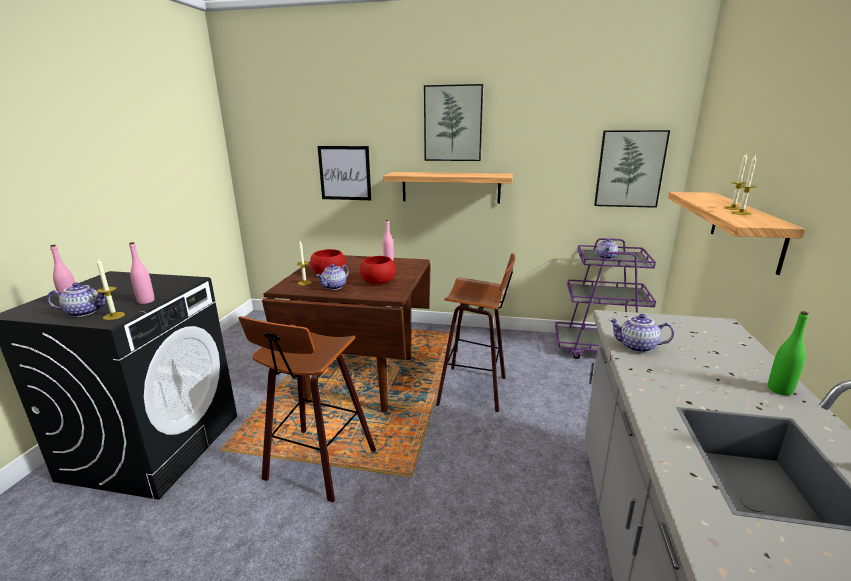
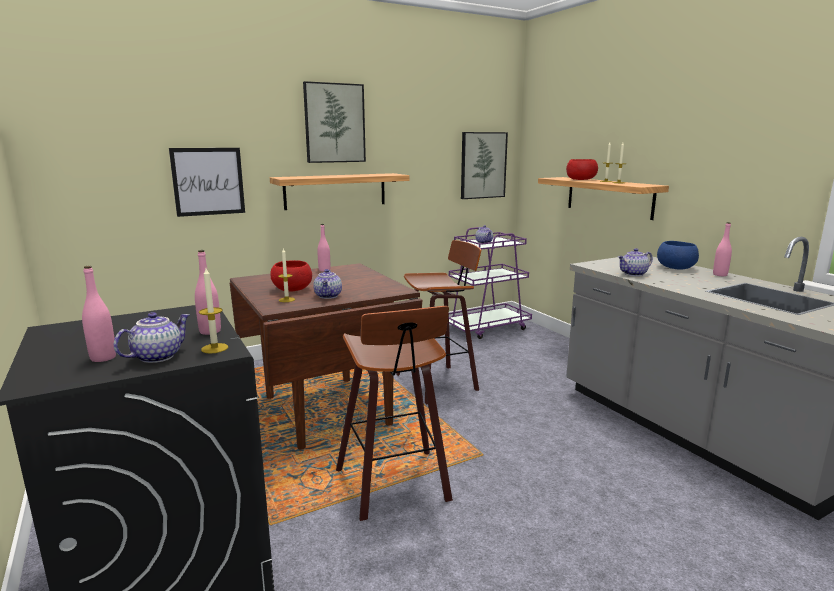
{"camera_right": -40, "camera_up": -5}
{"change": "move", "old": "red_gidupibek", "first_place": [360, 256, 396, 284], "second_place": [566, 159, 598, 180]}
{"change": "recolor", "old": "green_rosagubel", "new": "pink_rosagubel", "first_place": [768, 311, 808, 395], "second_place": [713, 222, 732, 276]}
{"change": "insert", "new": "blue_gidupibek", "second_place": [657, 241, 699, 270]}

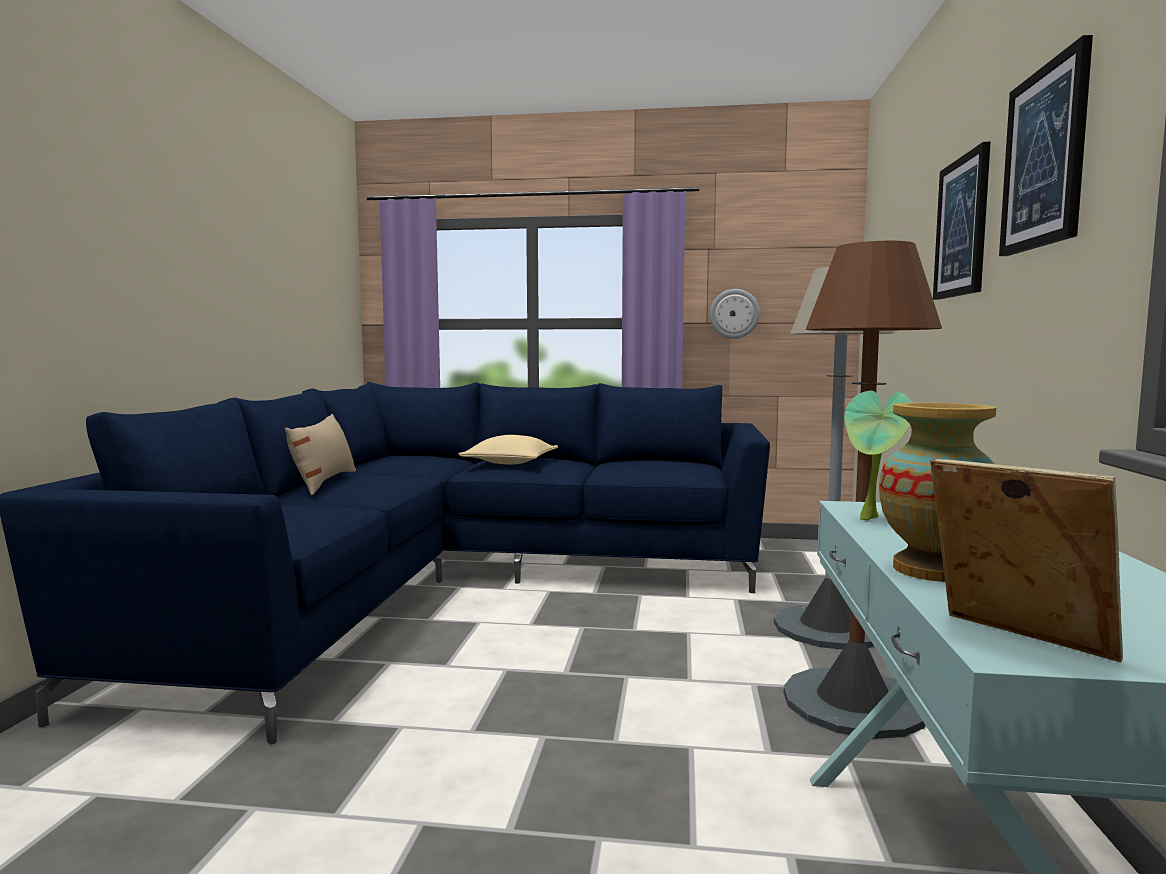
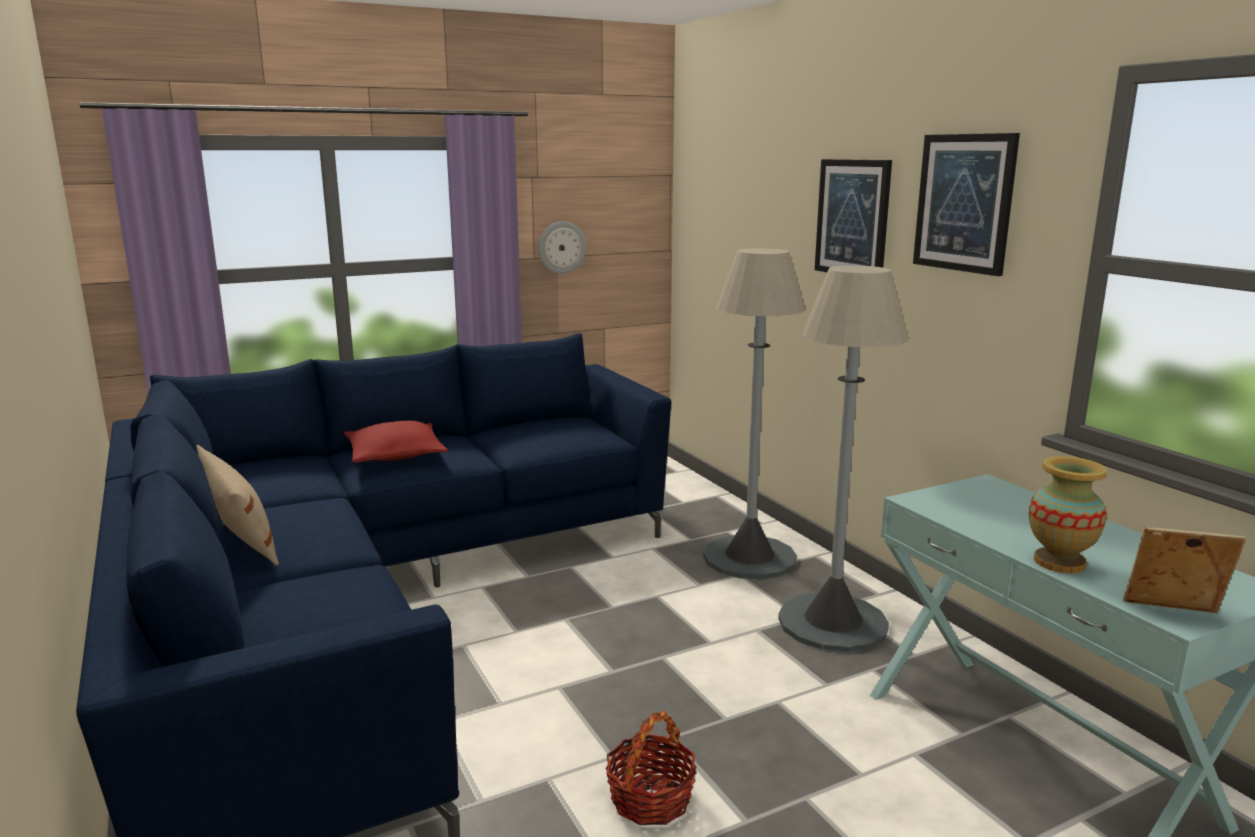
{"camera_right": -35, "camera_up": 10}
{"change": "recolor", "old": "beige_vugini", "new": "red_vugini", "first_place": [459, 435, 558, 464], "second_place": [344, 421, 448, 463]}
{"change": "recolor", "old": "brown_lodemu", "new": "grey_lodemu", "first_place": [784, 241, 942, 739], "second_place": [778, 266, 908, 652]}
{"change": "delete", "old": "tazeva", "first_place": [844, 391, 912, 521]}
{"change": "insert", "new": "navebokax", "second_place": [605, 711, 697, 825]}

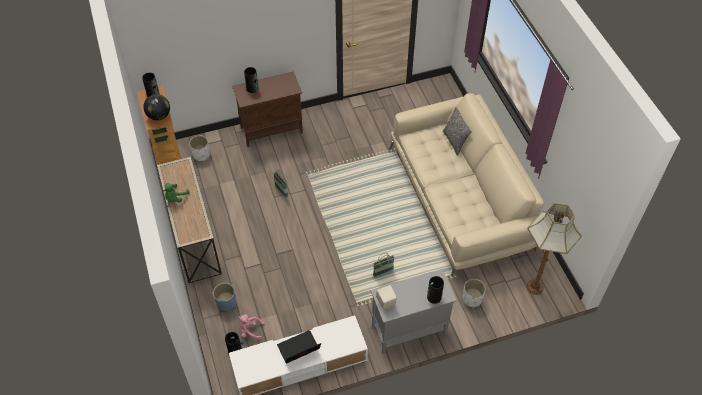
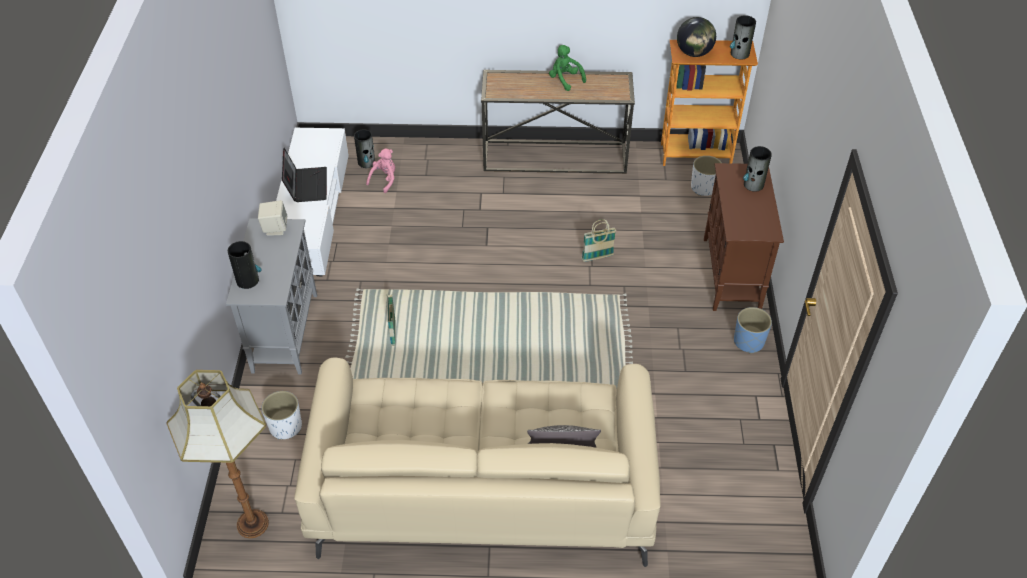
{"camera_right": 110, "camera_up": -5}
{"change": "move", "old": "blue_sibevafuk", "first_place": [213, 283, 236, 311], "second_place": [734, 307, 772, 354]}

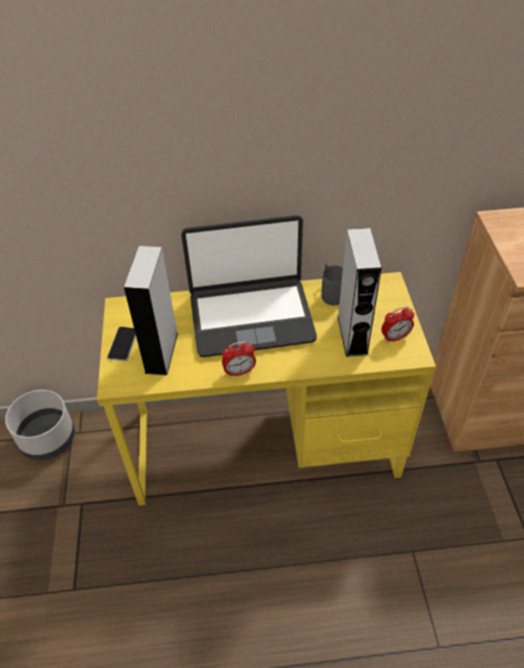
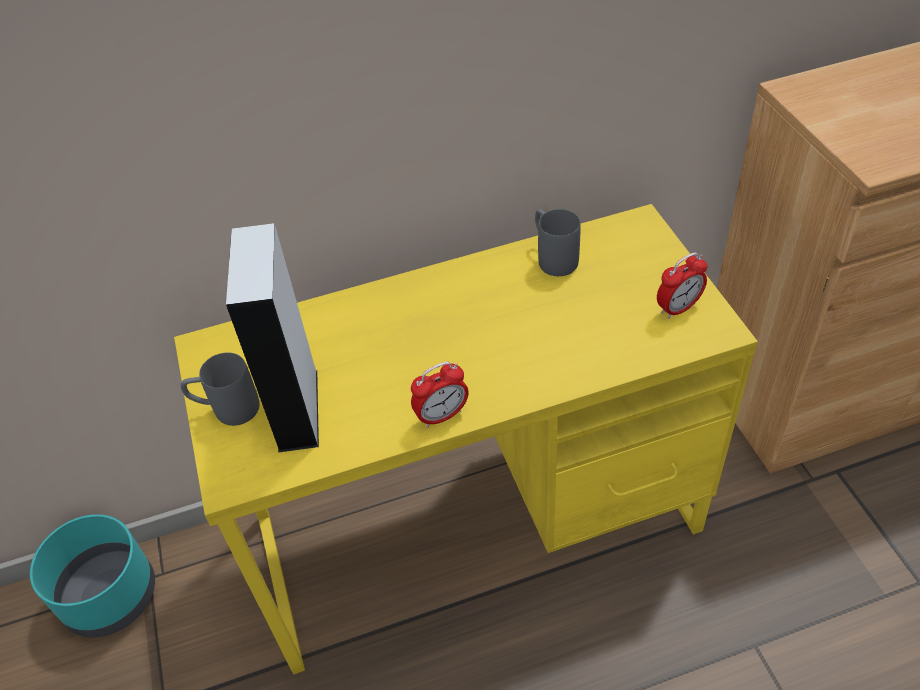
{"camera_right": -10, "camera_up": 0}
{"change": "recolor", "old": "grey_sibevafuk", "new": "turquoise_sibevafuk", "first_place": [5, 390, 75, 460], "second_place": [30, 514, 155, 637]}
{"change": "replace", "old": "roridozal", "new": "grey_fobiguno", "first_place": [107, 327, 136, 361], "second_place": [181, 352, 260, 426]}
{"change": "delete", "old": "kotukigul", "first_place": [181, 215, 317, 357]}
{"change": "delete", "old": "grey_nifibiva", "first_place": [338, 228, 382, 357]}

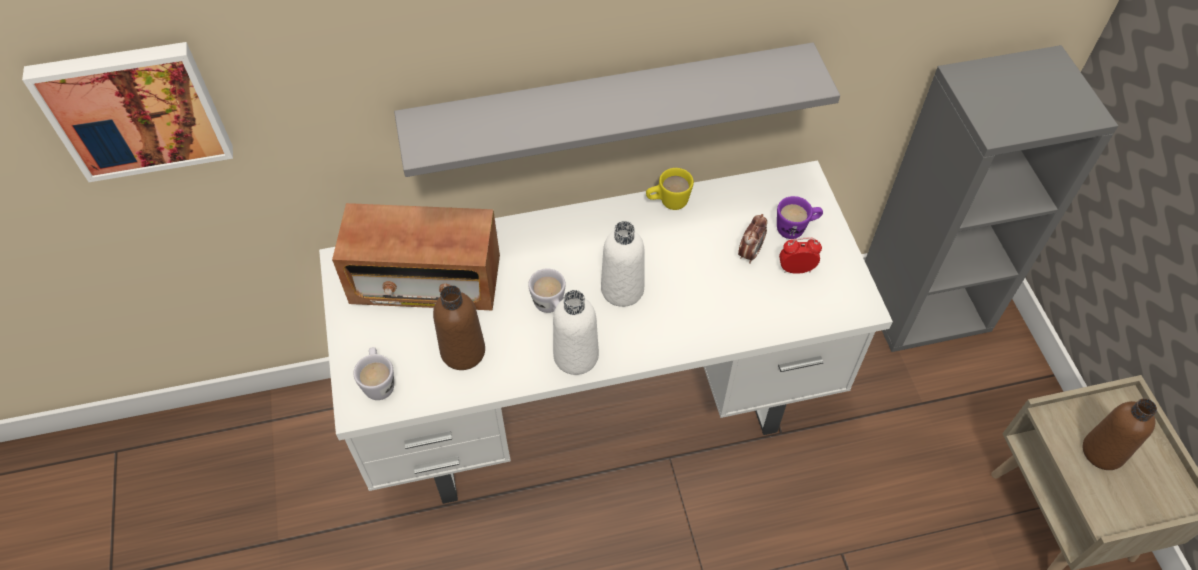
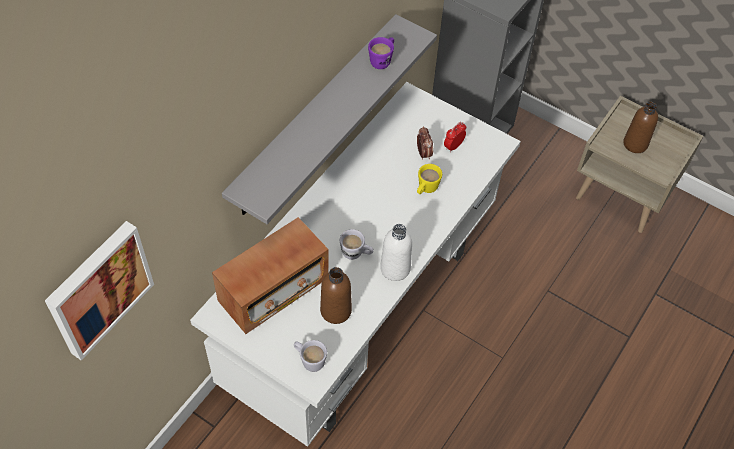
{"camera_right": -45, "camera_up": 0}
{"change": "delete", "old": "white_rosagubel", "first_place": [601, 221, 645, 307]}
{"change": "move", "old": "yellow_fobiguno", "first_place": [646, 168, 694, 210], "second_place": [417, 164, 442, 194]}
{"change": "move", "old": "purple_fobiguno", "first_place": [777, 196, 823, 239], "second_place": [368, 37, 394, 69]}

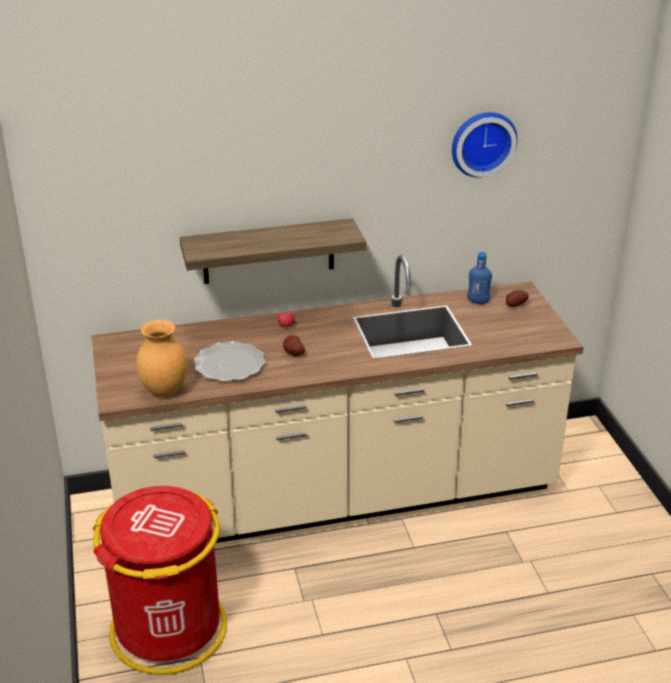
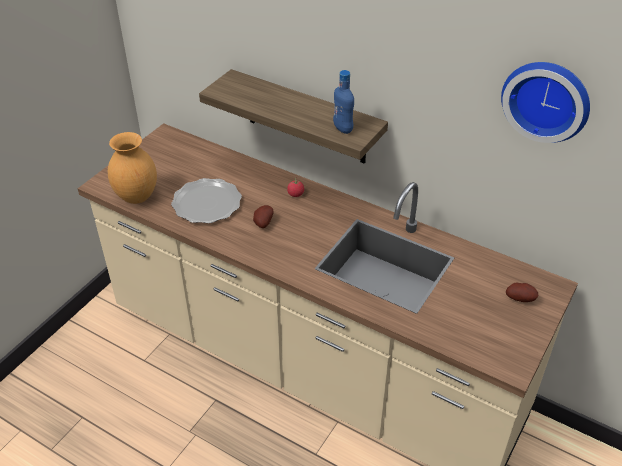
{"camera_right": 45, "camera_up": 10}
{"change": "delete", "old": "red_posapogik", "first_place": [92, 486, 227, 675]}
{"change": "move", "old": "blue_rosagubel", "first_place": [467, 252, 492, 304], "second_place": [333, 70, 354, 134]}

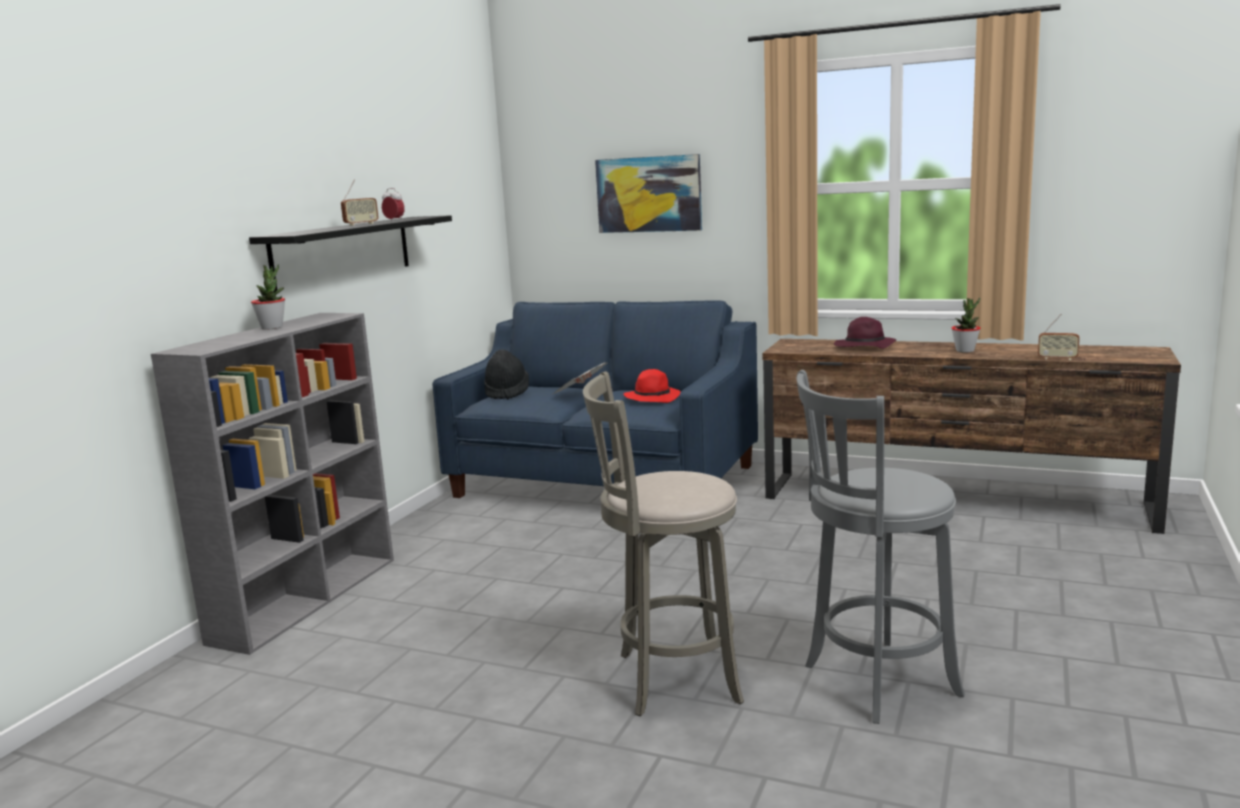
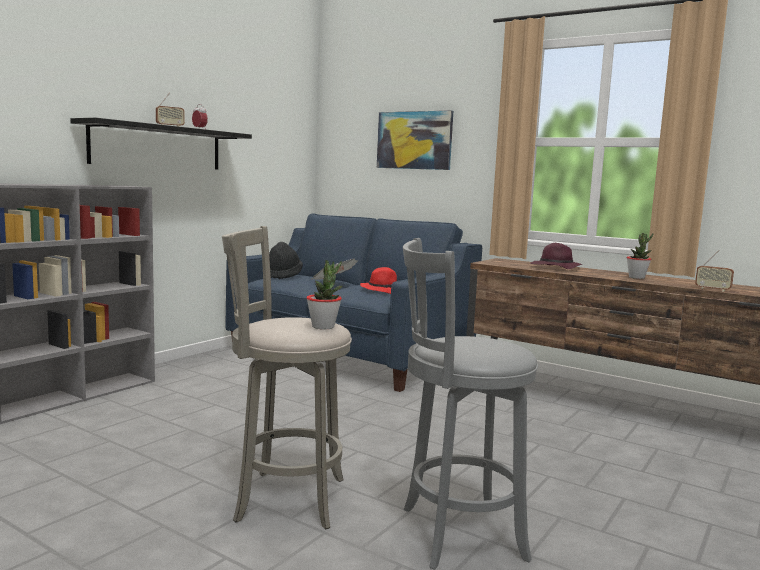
{"camera_right": 10, "camera_up": -5}
{"change": "move", "old": "tazeva", "first_place": [251, 265, 285, 330], "second_place": [307, 260, 343, 329]}

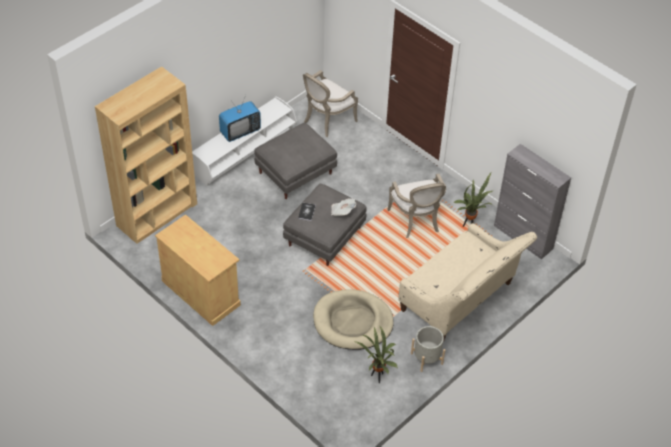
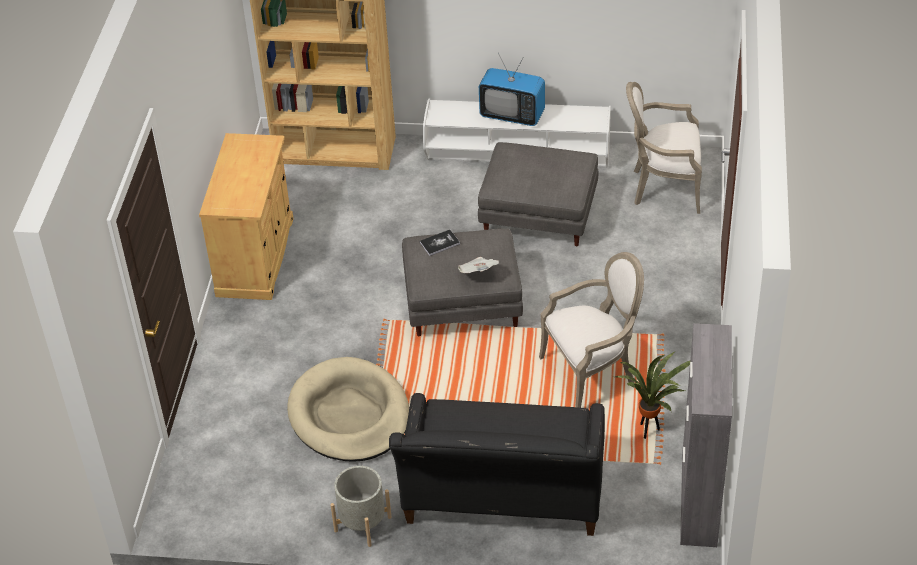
{"camera_right": 55, "camera_up": -5}
{"change": "delete", "old": "tazeva", "first_place": [356, 326, 398, 383]}
{"change": "rotate", "old": "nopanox", "first_place": [387, 174, 446, 238], "second_place": [539, 252, 644, 408], "degrees": -150}
{"change": "recolor", "old": "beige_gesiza", "new": "black_gesiza", "first_place": [398, 223, 537, 341], "second_place": [389, 393, 605, 536]}

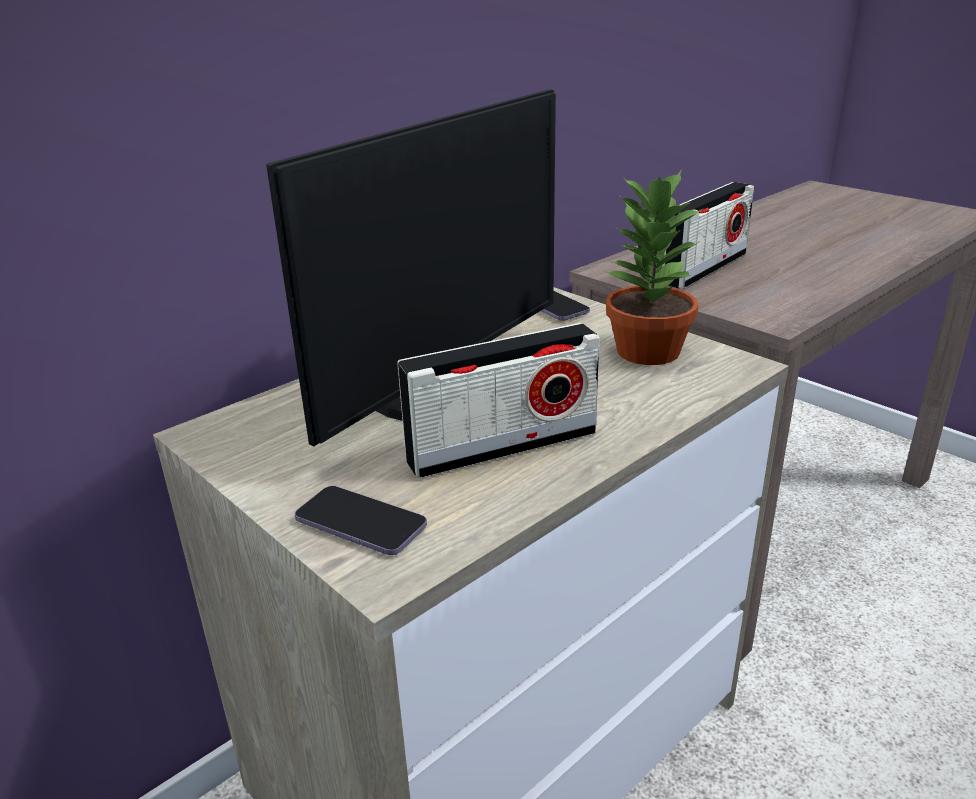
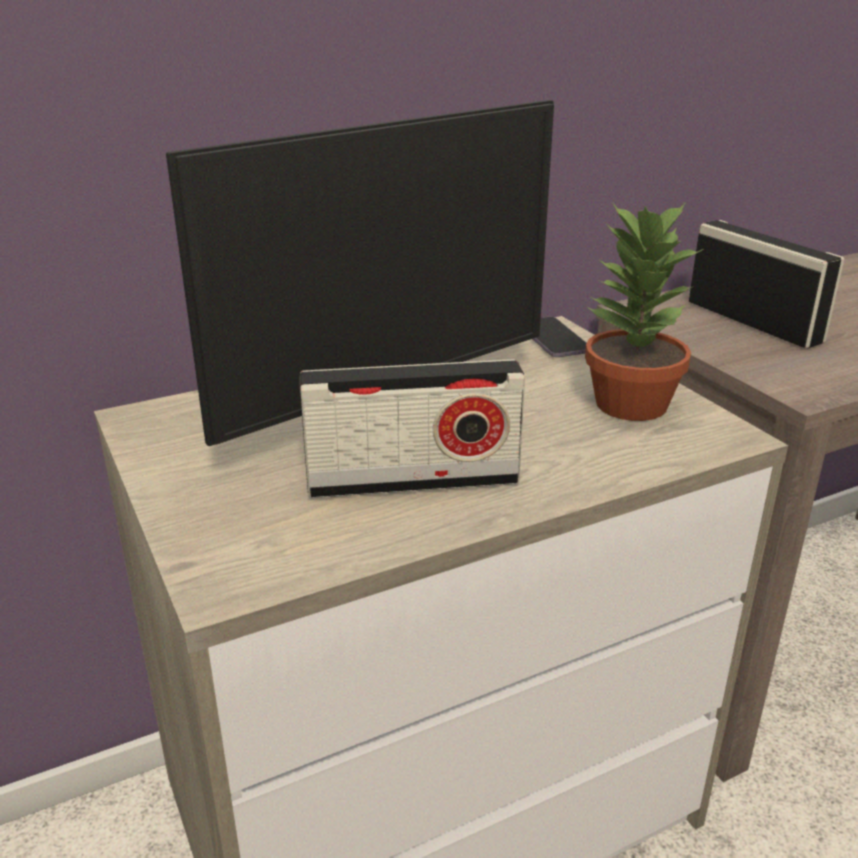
{"camera_right": 15, "camera_up": 0}
{"change": "delete", "old": "roridozal", "first_place": [295, 486, 427, 555]}
{"change": "rotate", "old": "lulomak", "first_place": [661, 182, 754, 289], "second_place": [689, 220, 844, 349], "degrees": -90}

